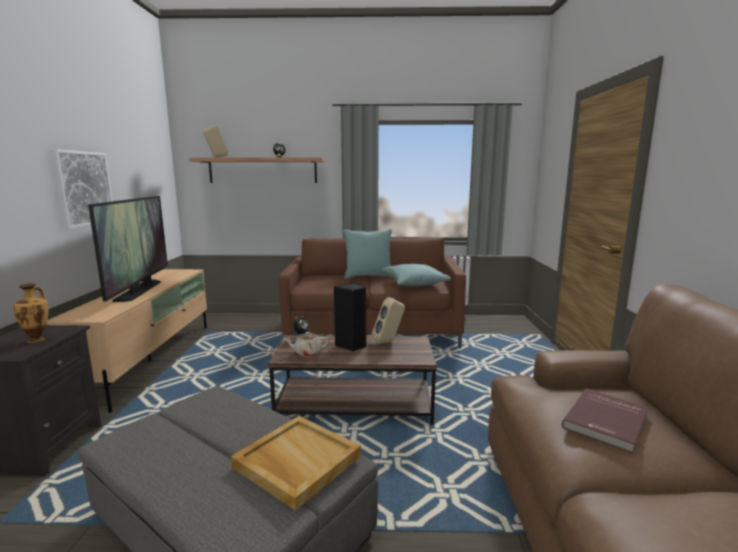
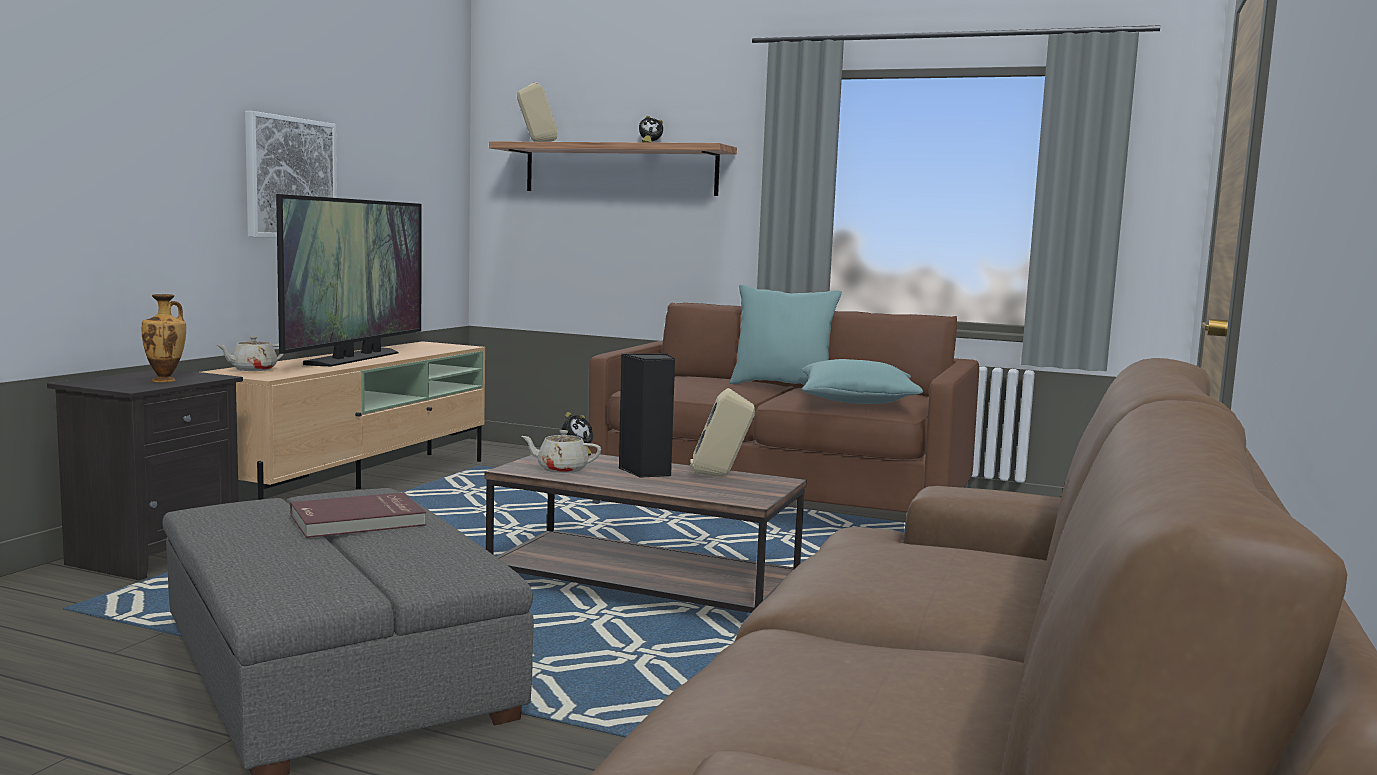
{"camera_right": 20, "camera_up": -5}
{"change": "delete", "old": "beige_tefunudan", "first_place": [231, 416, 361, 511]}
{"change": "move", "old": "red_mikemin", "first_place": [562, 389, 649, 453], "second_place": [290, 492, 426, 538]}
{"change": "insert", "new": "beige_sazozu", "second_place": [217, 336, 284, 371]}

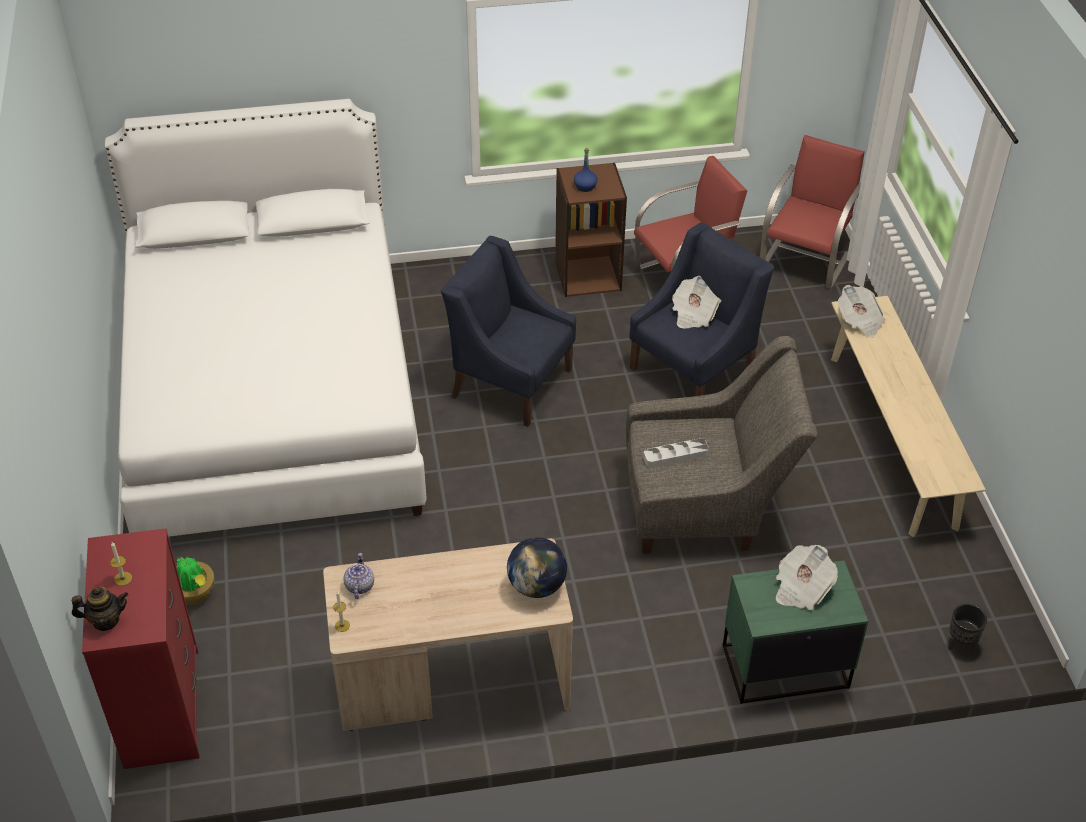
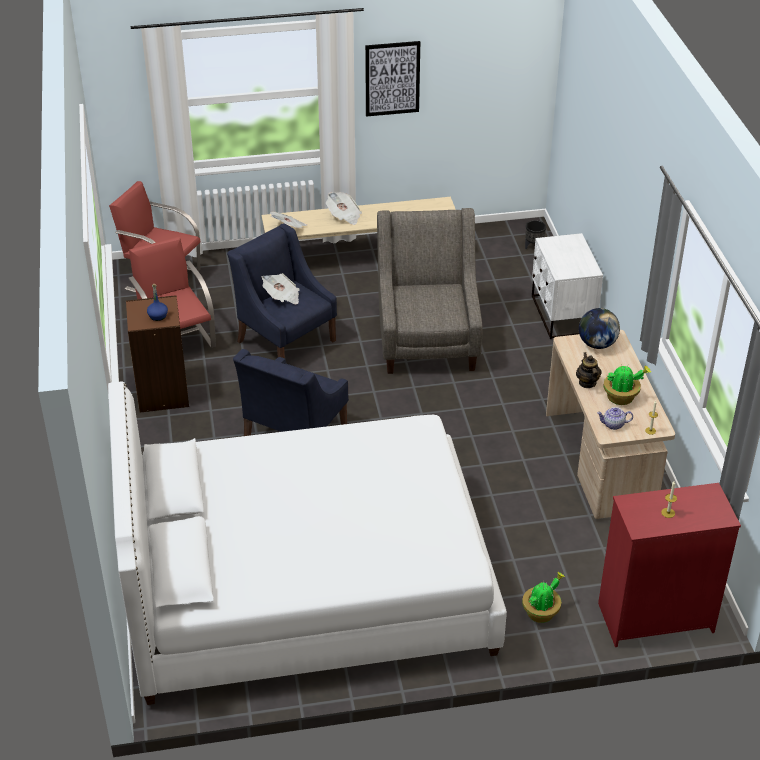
{"camera_right": -90, "camera_up": -5}
{"change": "move", "old": "sazozu", "first_place": [72, 587, 128, 631], "second_place": [576, 352, 601, 388]}
{"change": "delete", "old": "grey_tefunudan", "first_place": [643, 438, 709, 468]}
{"change": "recolor", "old": "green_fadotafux", "new": "white_fadotafux", "first_place": [723, 560, 869, 704], "second_place": [532, 233, 603, 339]}
{"change": "move", "old": "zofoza", "first_place": [775, 545, 838, 610], "second_place": [326, 192, 362, 225]}
{"change": "insert", "new": "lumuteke", "second_place": [365, 41, 420, 117]}
{"change": "insert", "new": "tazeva", "second_place": [603, 364, 651, 405]}

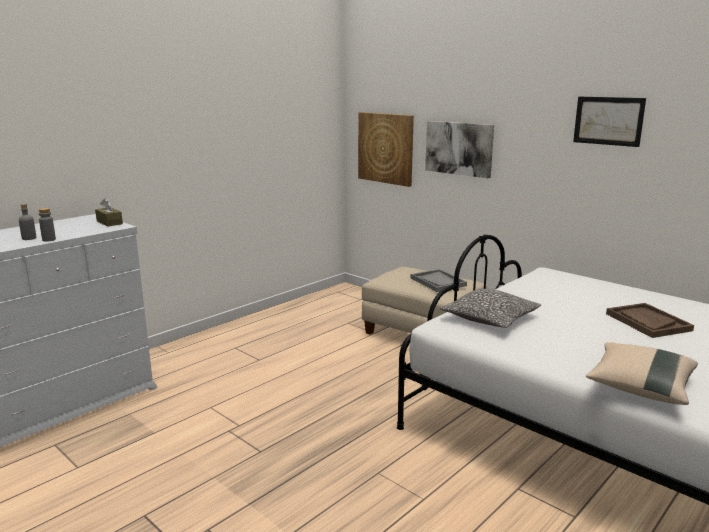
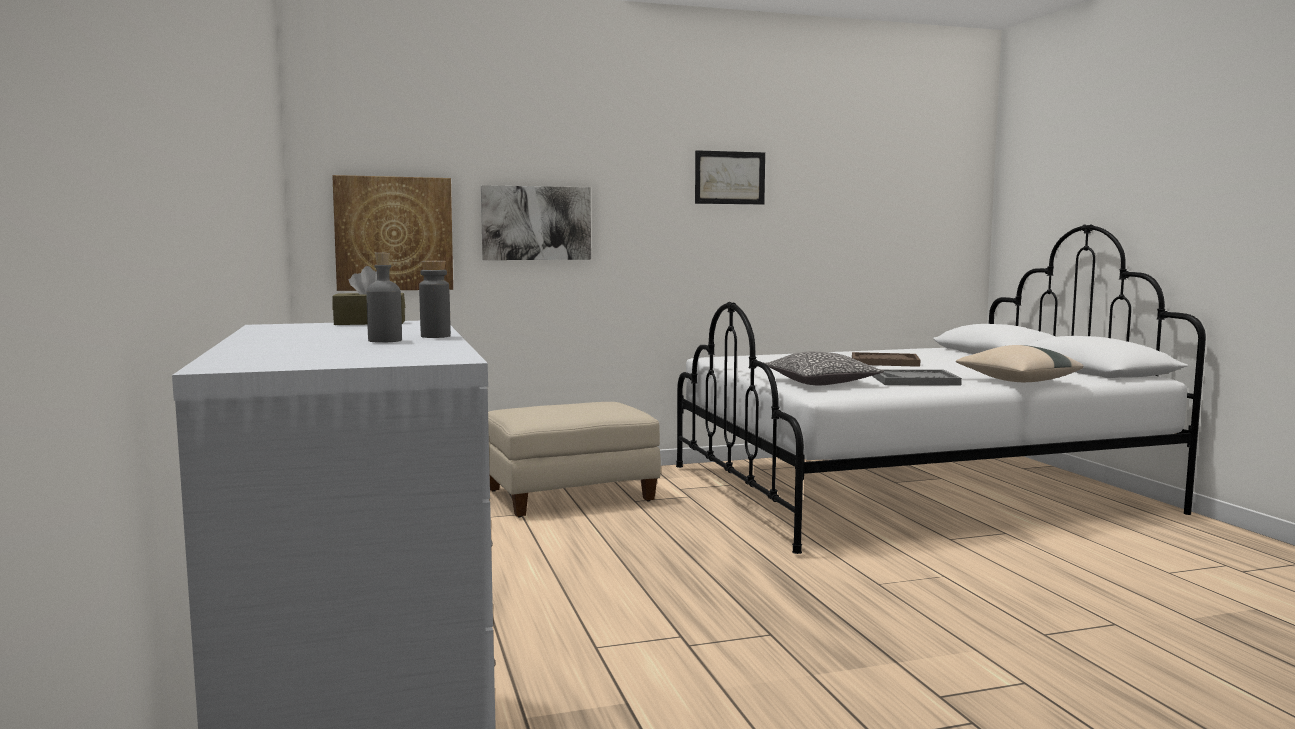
{"camera_right": -60, "camera_up": -10}
{"change": "move", "old": "grey_tefunudan", "first_place": [410, 269, 467, 292], "second_place": [872, 369, 962, 386]}

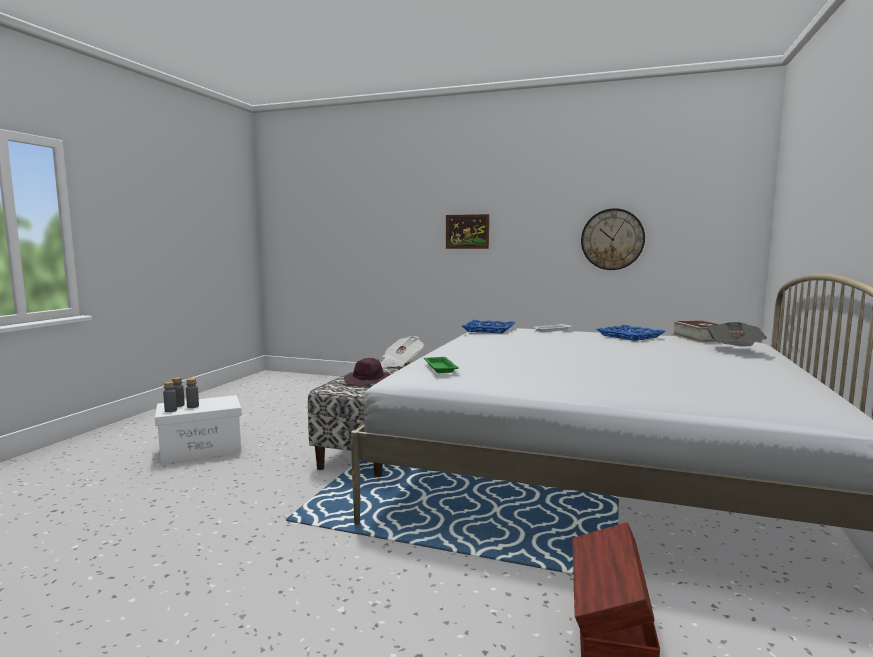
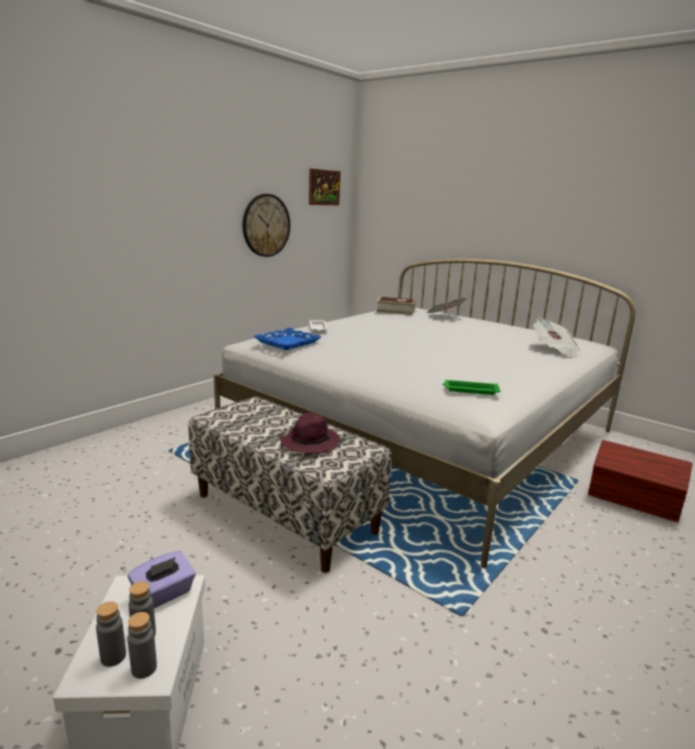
{"camera_right": -70, "camera_up": 10}
{"change": "move", "old": "zofoza", "first_place": [381, 336, 424, 368], "second_place": [533, 318, 581, 357]}
{"change": "move", "old": "lumuteke", "first_place": [446, 214, 489, 249], "second_place": [309, 169, 341, 205]}
{"change": "delete", "old": "blue_tefunudan", "first_place": [597, 325, 665, 341]}
{"change": "insert", "new": "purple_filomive", "second_place": [128, 551, 196, 608]}

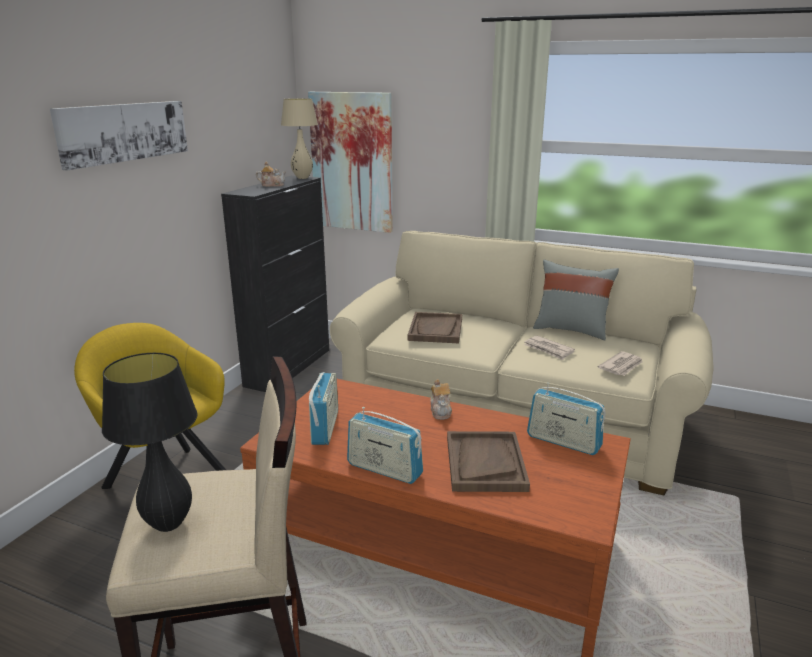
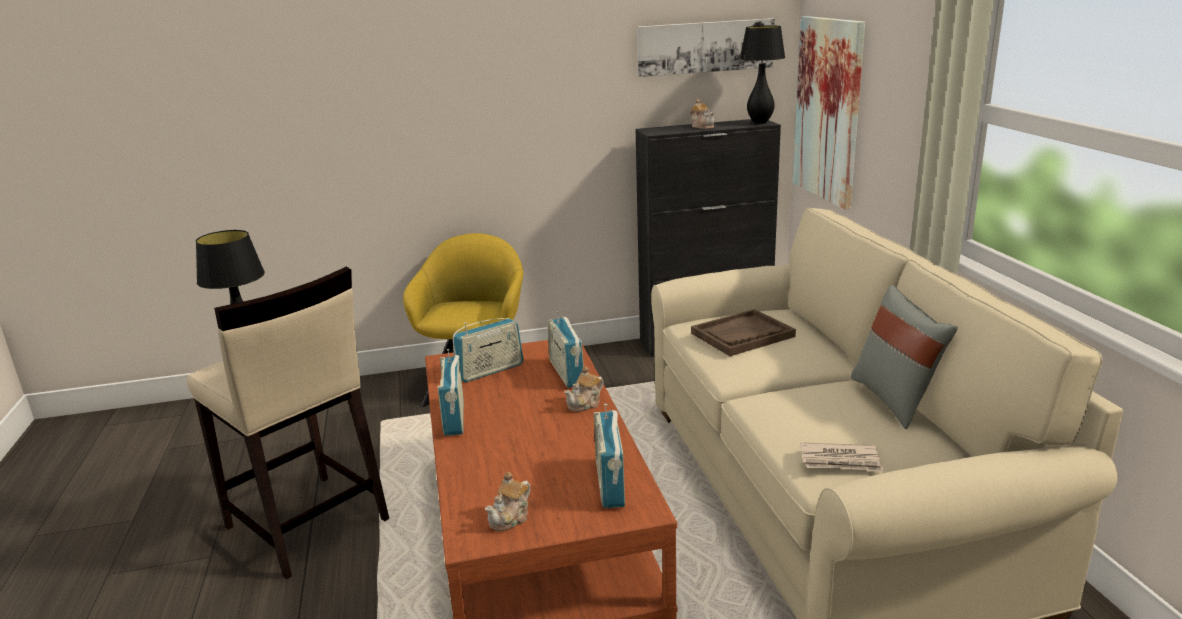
{"camera_right": 55, "camera_up": 0}
{"change": "move", "old": "lumuteke", "first_place": [50, 101, 188, 170], "second_place": [637, 18, 775, 77]}
{"change": "recolor", "old": "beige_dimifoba", "new": "black_dimifoba", "first_place": [281, 98, 318, 179], "second_place": [740, 25, 785, 124]}
{"change": "delete", "old": "brown_tefunudan", "first_place": [447, 431, 530, 492]}
{"change": "delete", "old": "zofoza", "first_place": [524, 336, 575, 360]}
{"change": "insert", "new": "sazozu", "second_place": [485, 472, 531, 531]}
{"change": "insert", "new": "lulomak", "second_place": [547, 311, 584, 388]}

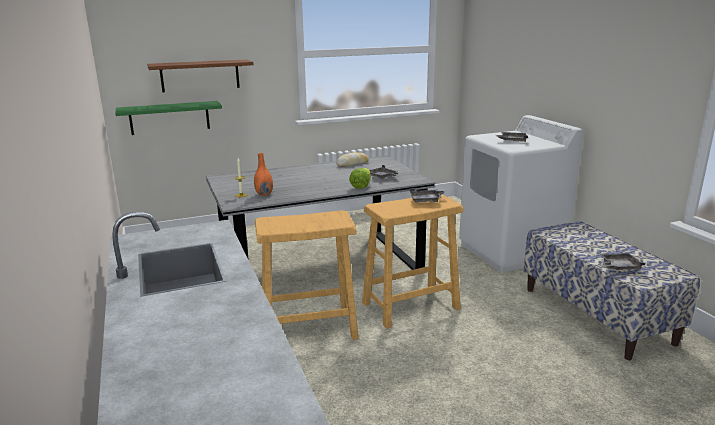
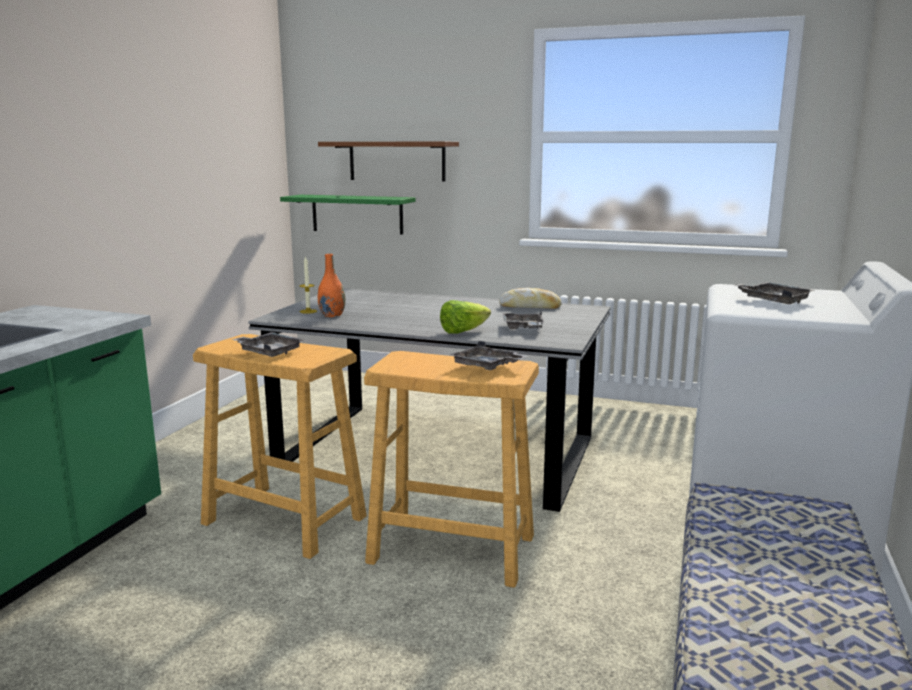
{"camera_right": 40, "camera_up": -5}
{"change": "move", "old": "grey_tefunudan", "first_place": [600, 253, 645, 270], "second_place": [231, 332, 303, 357]}

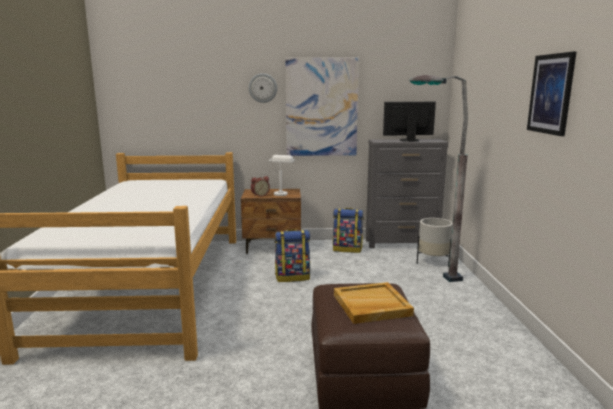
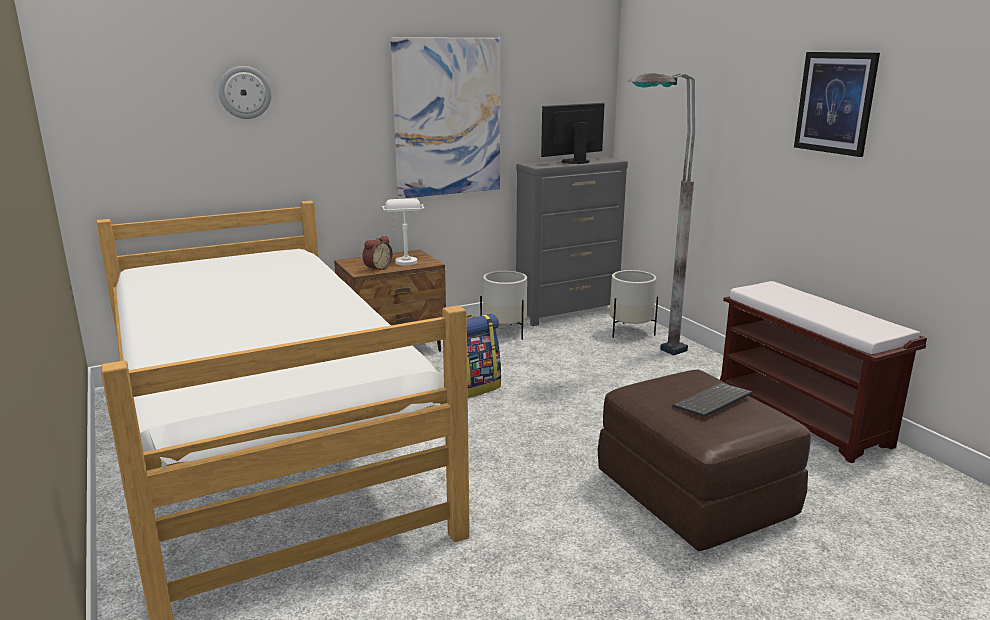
{"camera_right": -25, "camera_up": 5}
{"change": "move", "old": "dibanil", "first_place": [249, 73, 277, 103], "second_place": [218, 66, 271, 119]}
{"change": "replace", "old": "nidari", "new": "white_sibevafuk", "first_place": [333, 208, 364, 253], "second_place": [480, 271, 527, 340]}
{"change": "replace", "old": "beige_tefunudan", "new": "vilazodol", "first_place": [334, 282, 414, 324], "second_place": [673, 383, 753, 417]}
{"change": "insert", "new": "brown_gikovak", "second_place": [720, 281, 927, 463]}

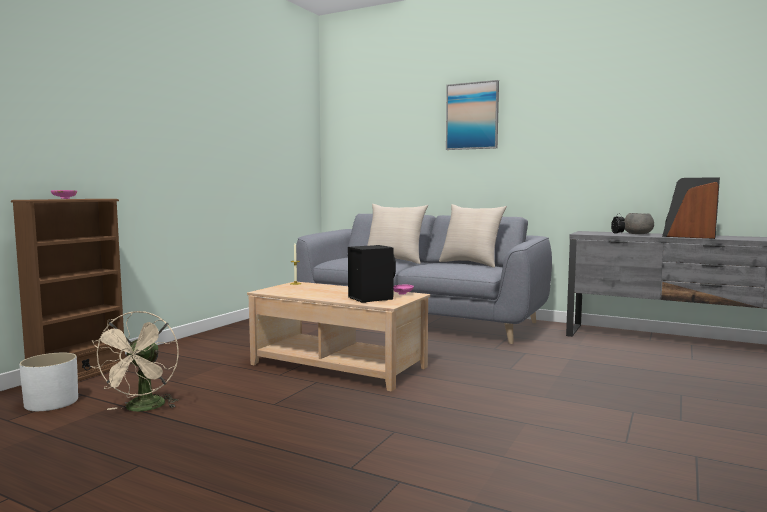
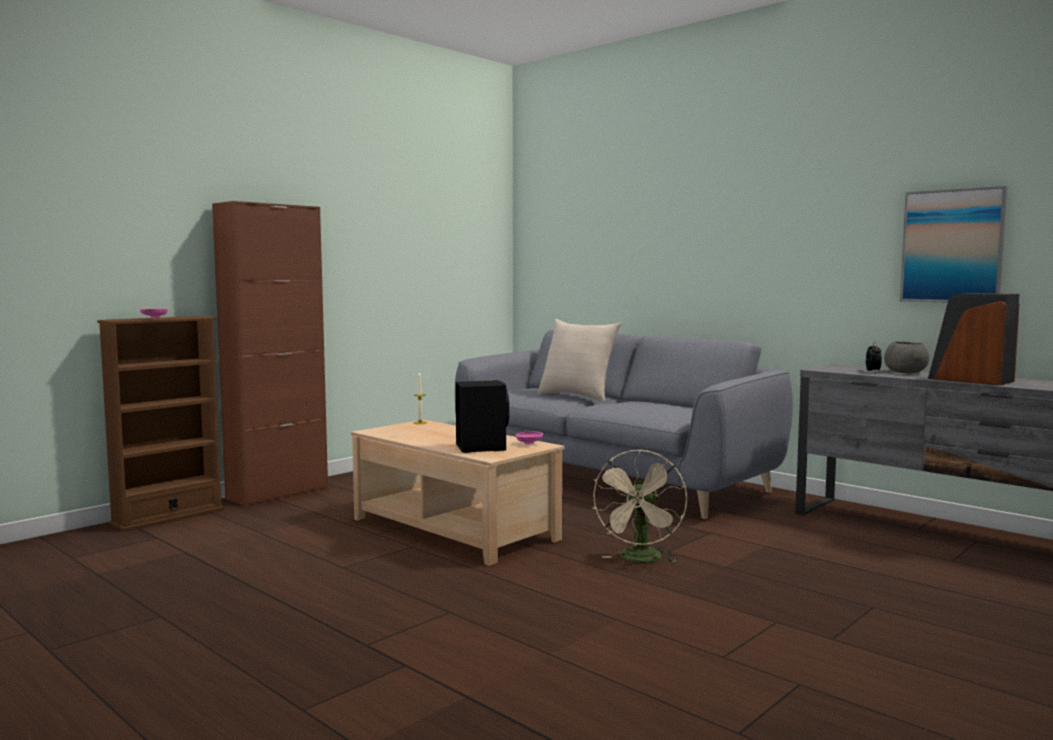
{"camera_right": 15, "camera_up": 0}
{"change": "delete", "old": "white_sibevafuk", "first_place": [19, 353, 78, 411]}
{"change": "move", "old": "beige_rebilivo", "first_place": [90, 311, 179, 411], "second_place": [592, 450, 687, 563]}
{"change": "delete", "old": "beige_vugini", "first_place": [439, 204, 507, 268]}
{"change": "move", "old": "lumuteke", "first_place": [446, 80, 499, 150], "second_place": [900, 186, 1007, 302]}
{"change": "insert", "new": "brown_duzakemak", "second_place": [212, 201, 328, 507]}

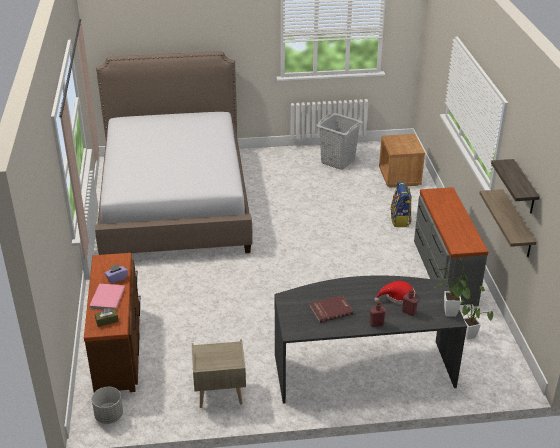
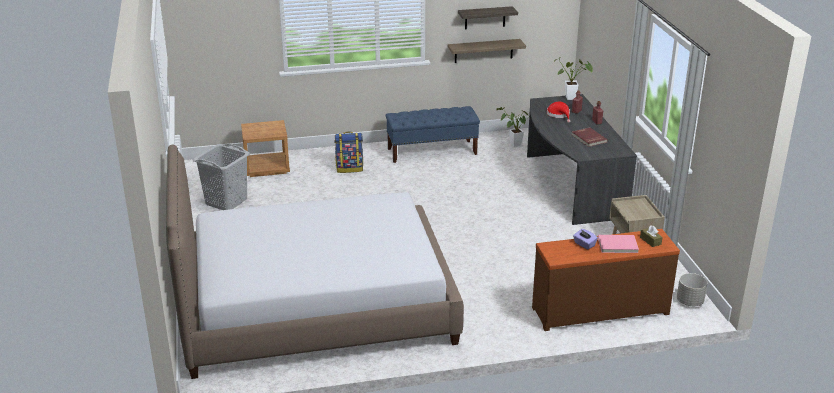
{"camera_right": -95, "camera_up": -5}
{"change": "replace", "old": "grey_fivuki", "new": "blue_gikovak", "first_place": [414, 187, 488, 306], "second_place": [386, 106, 480, 163]}

